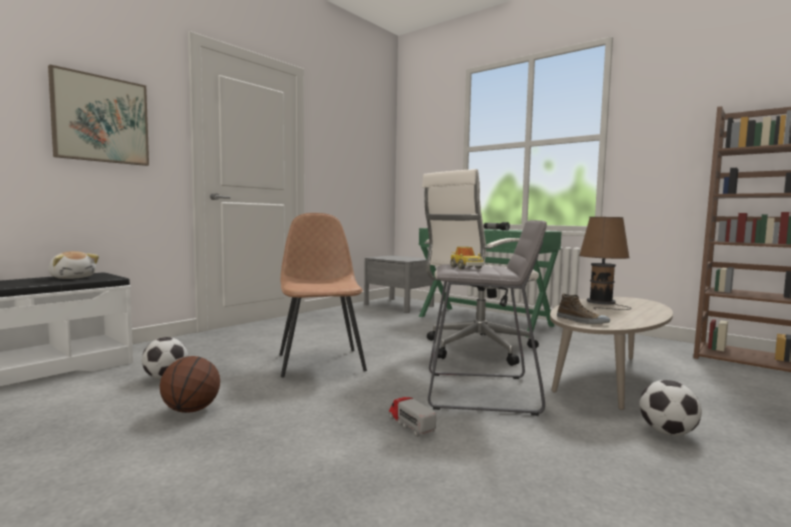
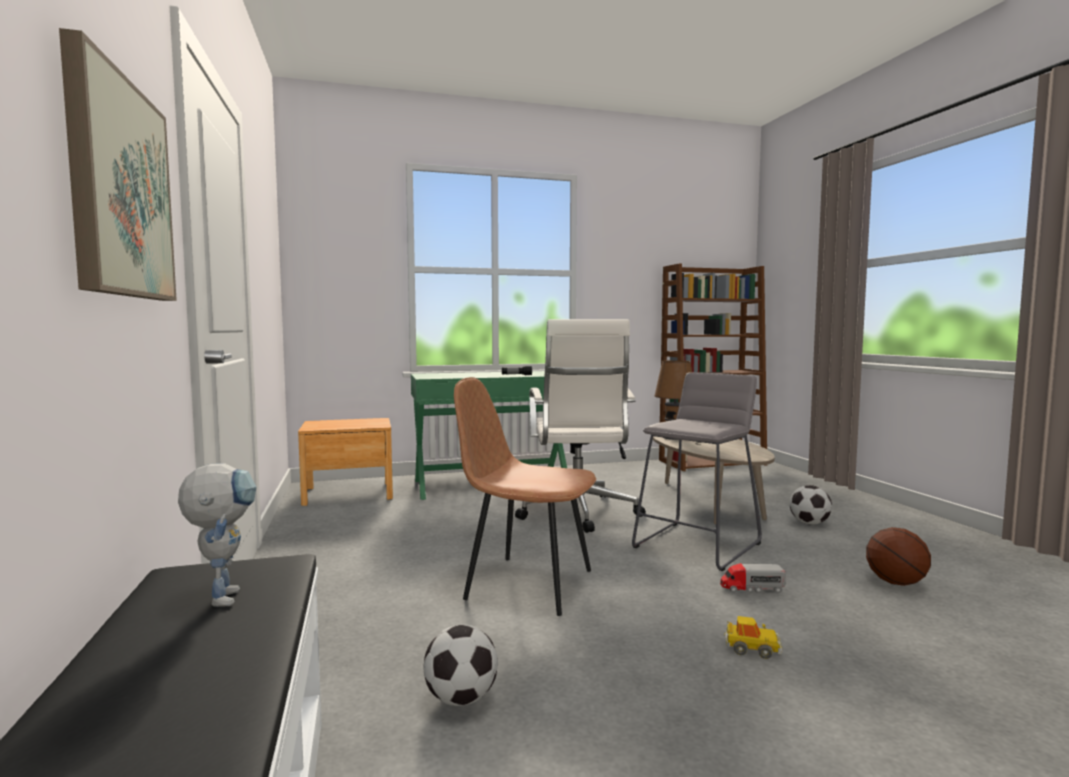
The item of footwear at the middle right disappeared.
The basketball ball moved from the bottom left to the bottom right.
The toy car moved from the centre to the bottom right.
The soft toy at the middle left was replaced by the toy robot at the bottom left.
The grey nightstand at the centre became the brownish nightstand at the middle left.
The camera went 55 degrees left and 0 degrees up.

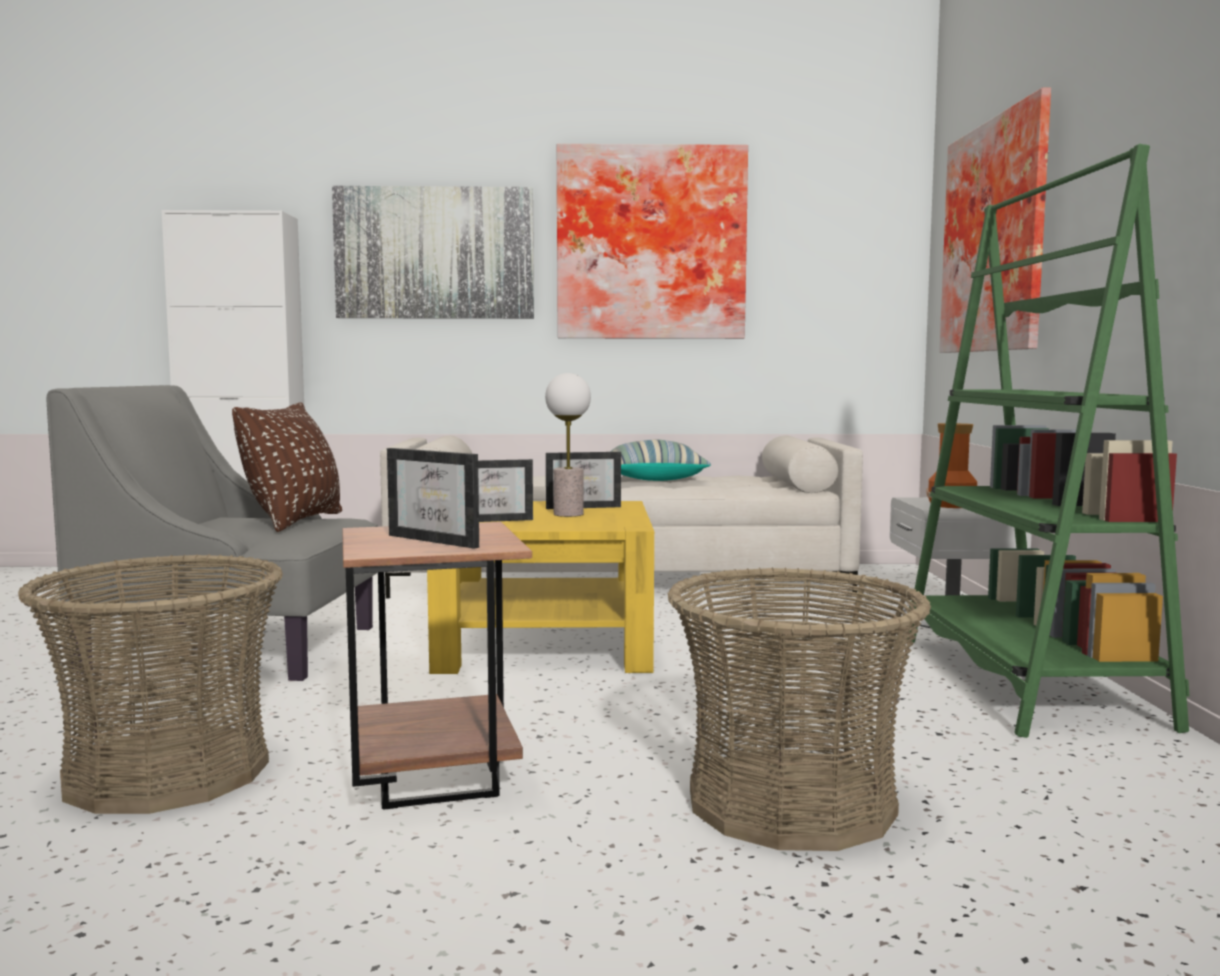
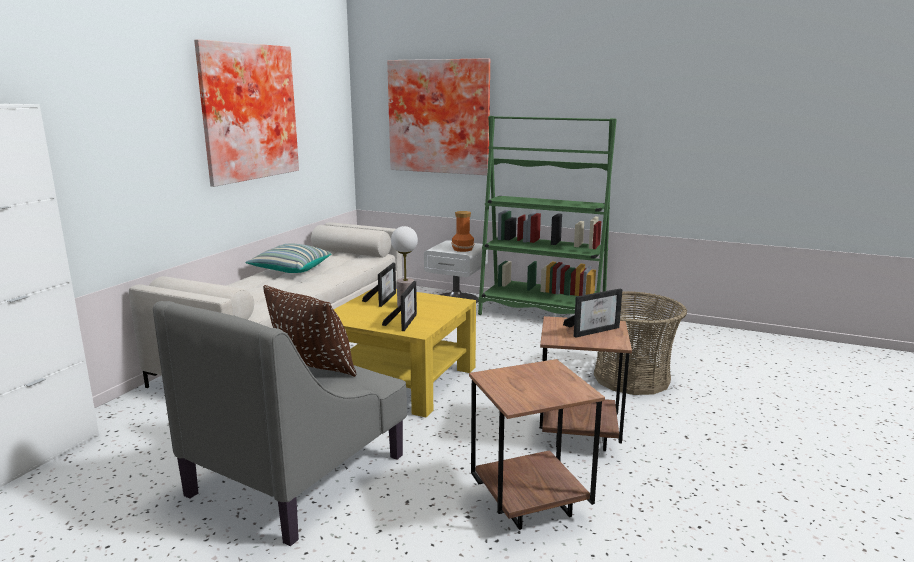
The wall picture (no. 1 from left) at the top centre disappeared.
The basket (no. 1 from left) at the bottom left was replaced by the brownish end table (no. 1 from left) at the bottom centre.
The camera went 65 degrees left and 10 degrees up.

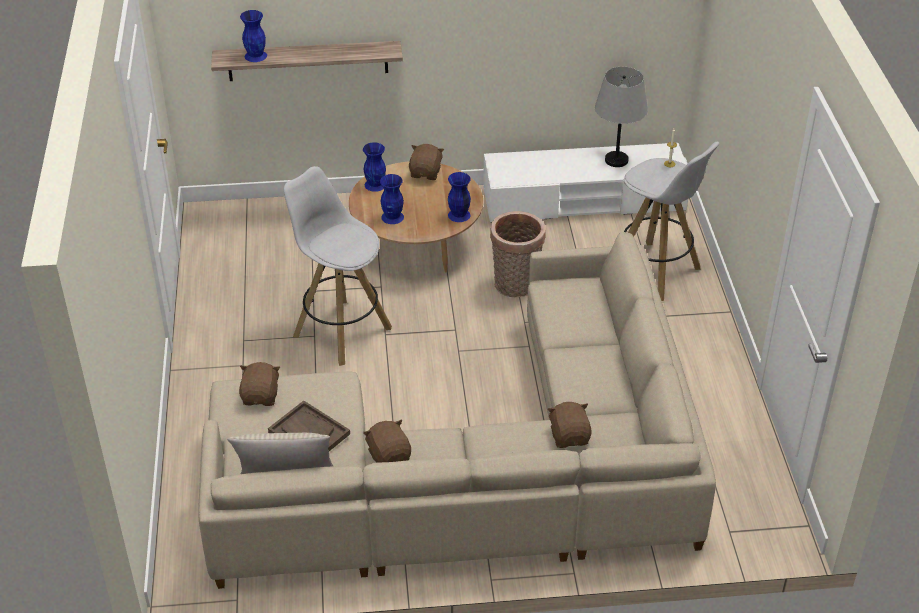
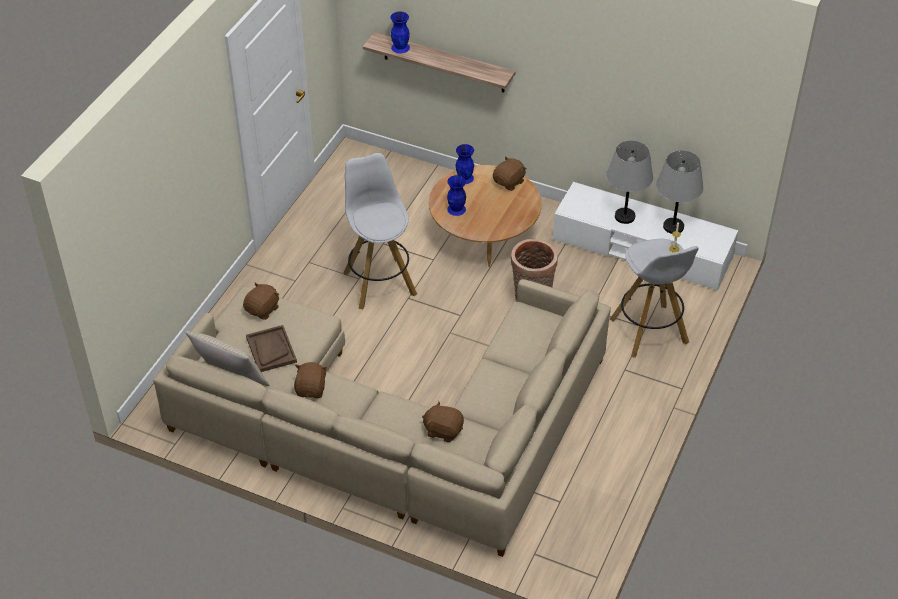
The blue-coloured decorative vase (no. 4 from left) at the top centre disappeared.
The grey tabletop lamp (no. 1 from left) at the top right appeared.
The brownish soft toy (no. 4 from left in the first image) at the bottom centre turned 90 degrees counterclockwise.
The camera went 30 degrees right and 5 degrees up.

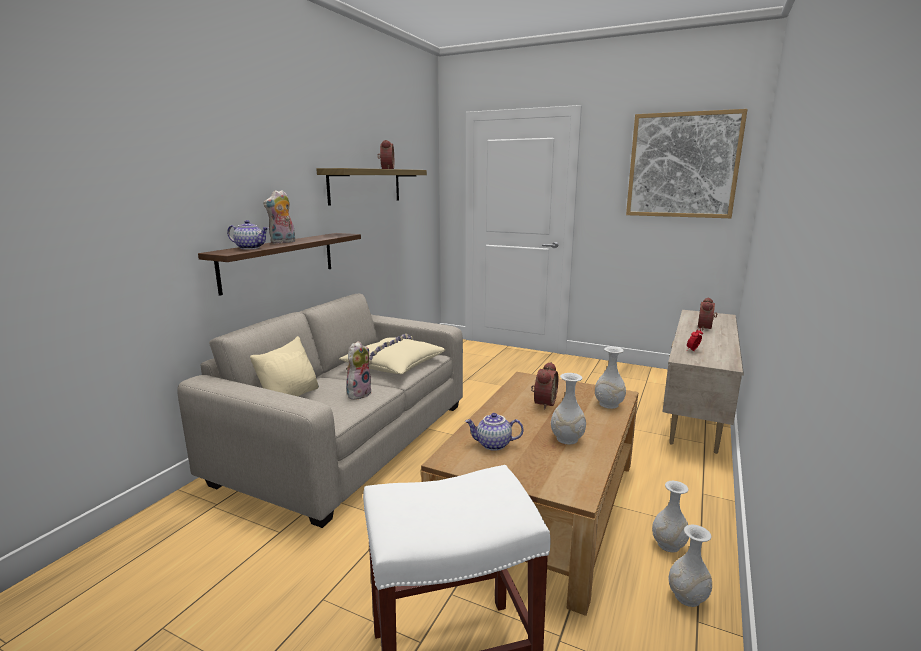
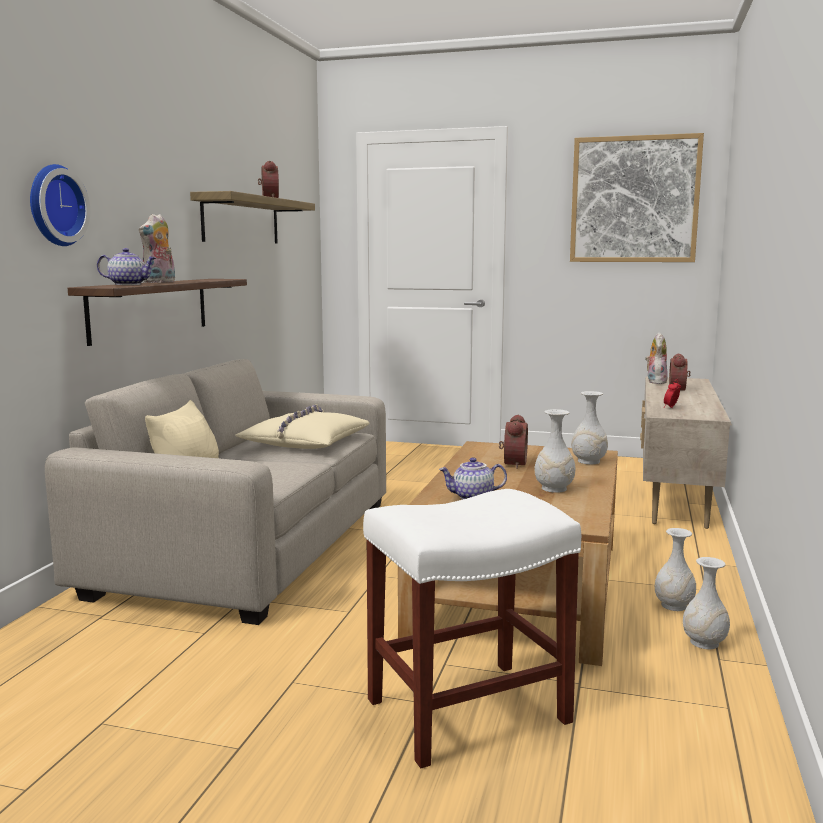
The clock on the wall at the top left appeared.
The soft toy (no. 2 from left) moved from the centre to the middle right.
The camera went 10 degrees left and 5 degrees down.

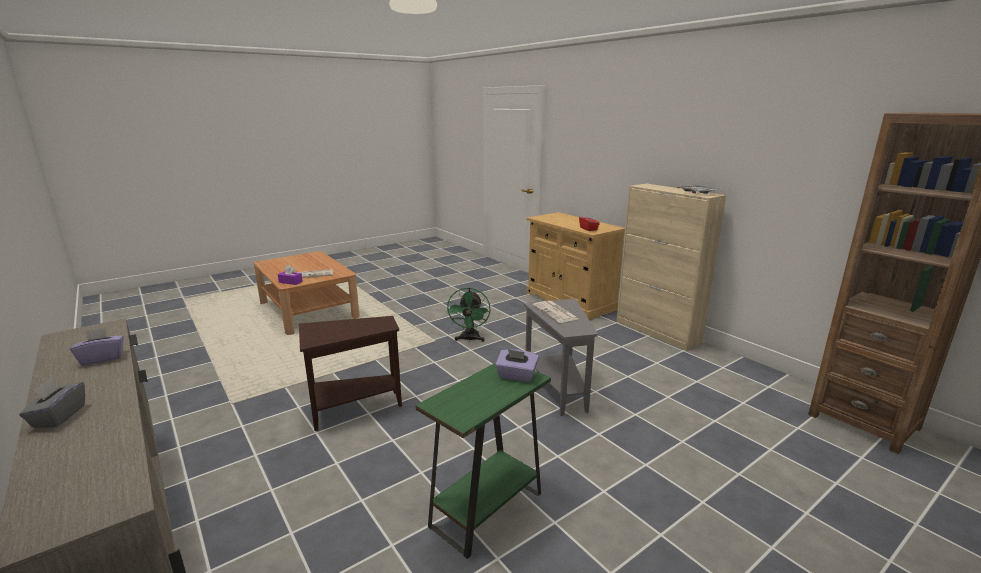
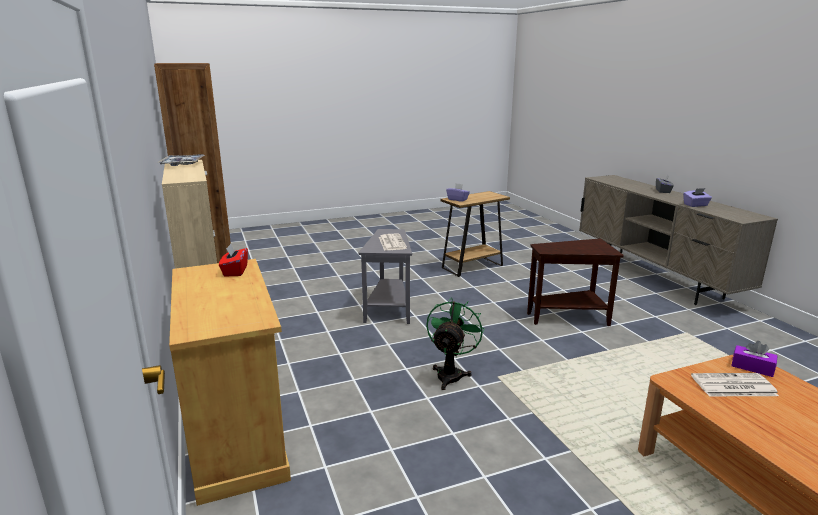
The green-coloured end table at the bottom centre became the brownish end table (no. 1 from left) at the centre.
The camera went 165 degrees left and 0 degrees up.

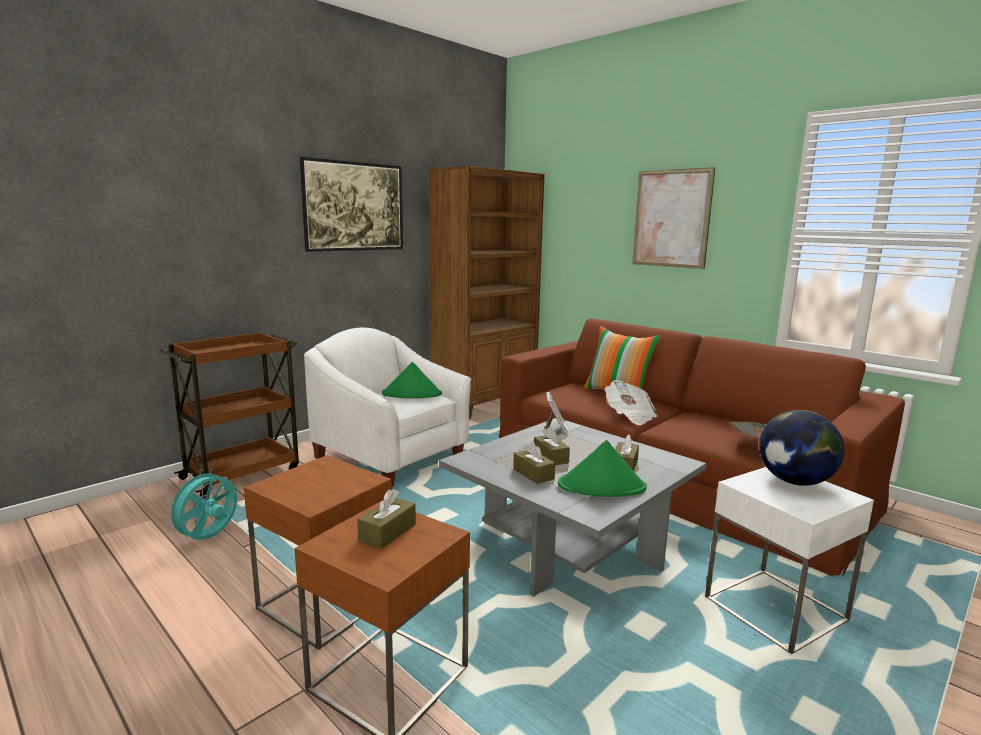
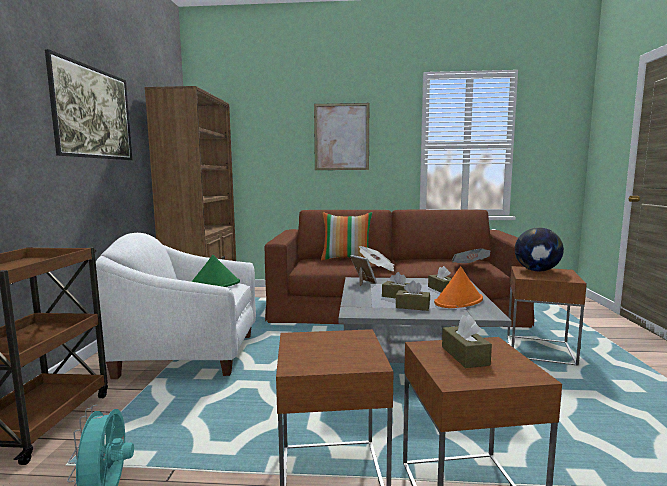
The green-coloured clothing hat (no. 2 from left) at the centre became the orange-coloured clothing hat at the middle right.
The whitish end table at the bottom right became the brownish end table (no. 3 from left) at the middle right.
The camera went 40 degrees left and 5 degrees down.

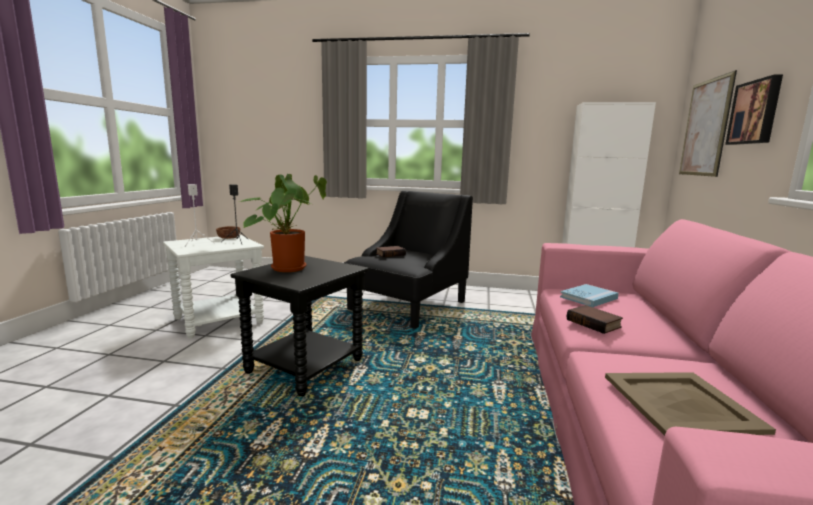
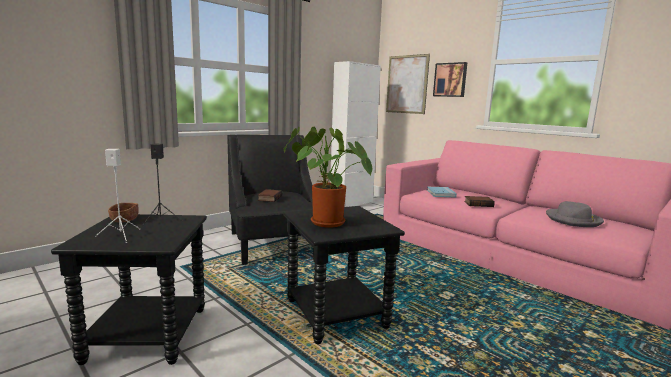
The sand-coloured carrying tray at the bottom right was replaced by the grey clothing hat at the middle right.
The whitish end table at the middle left became the black end table (no. 1 from left) at the bottom left.
The camera went 55 degrees left and 0 degrees up.

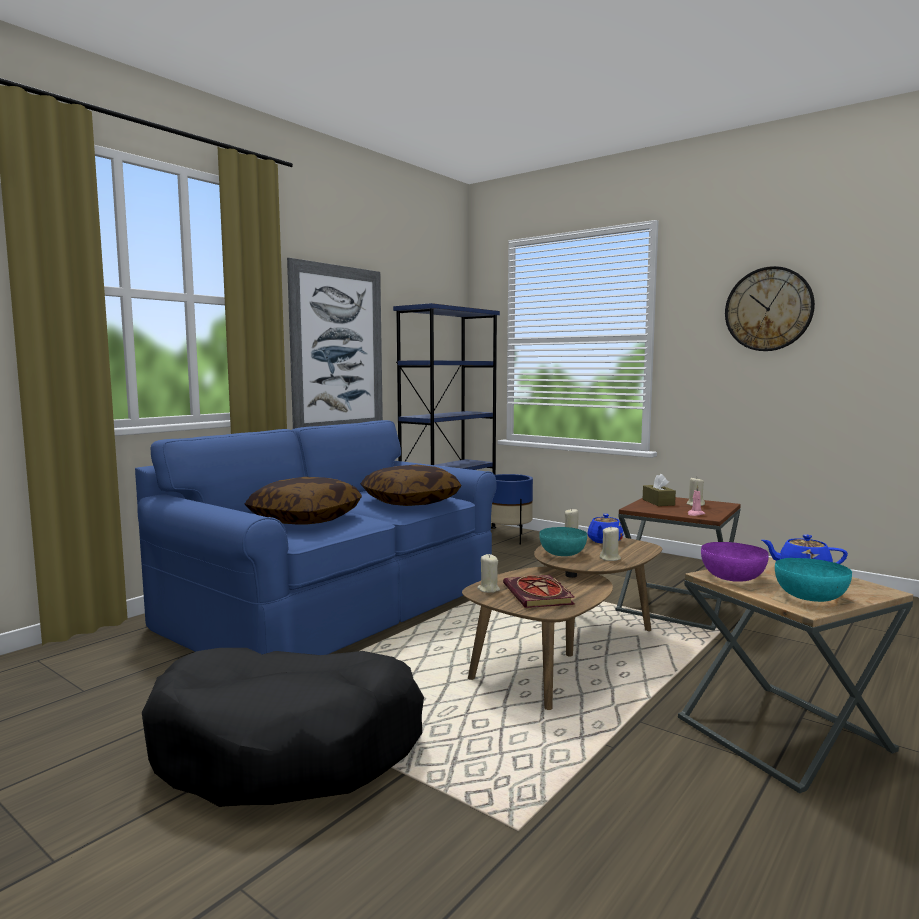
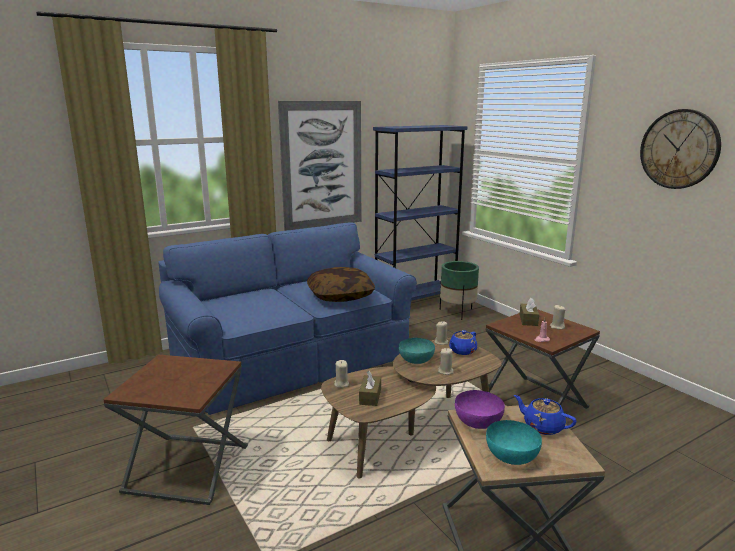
The cushion (no. 1 from left) at the middle left disappeared.
The black pet bed at the bottom left was replaced by the brownish end table (no. 1 from left) at the bottom left.
The bound book at the centre was replaced by the brownish tissue holder (no. 1 from left) at the bottom centre.
The blue-coloured plant pot at the centre became the green-coloured plant pot at the centre.
The camera went 20 degrees right and 10 degrees up.

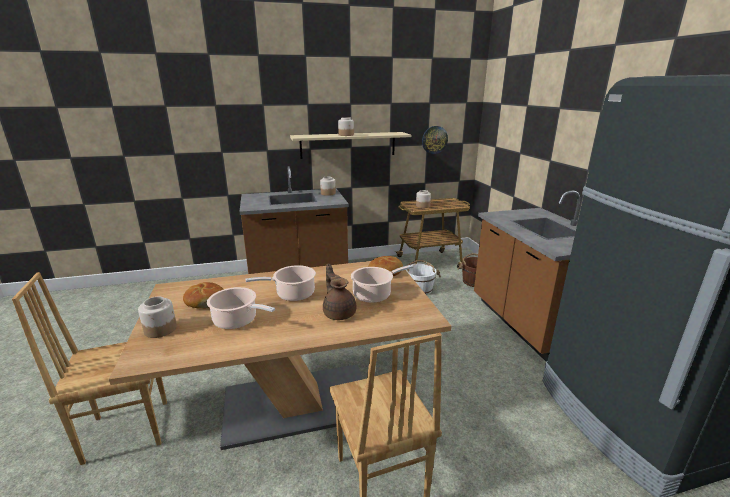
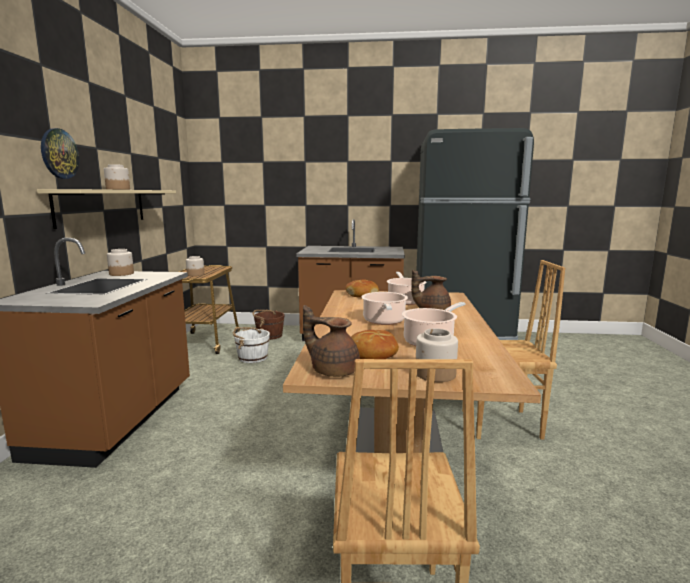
The brownish pot for tea (no. 1 from left) at the centre appeared.
The clock on the wall moved from the top centre to the top left.
The camera went 70 degrees left and 10 degrees down.

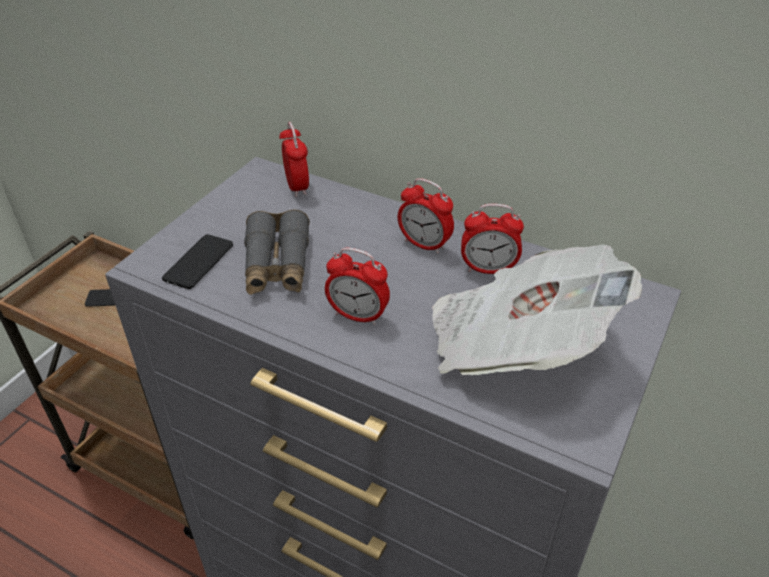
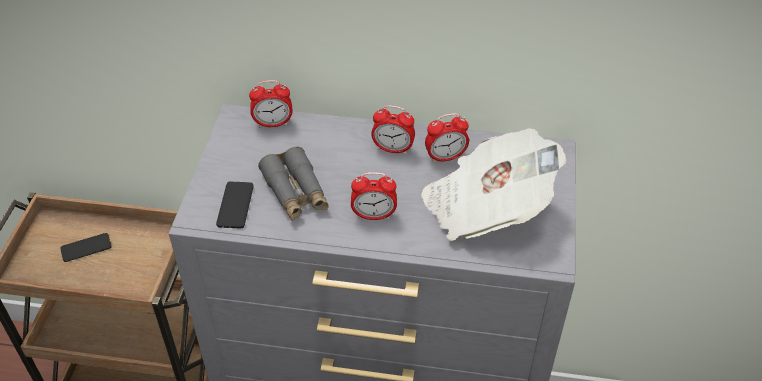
The table clock (no. 1 from left) at the top centre turned 120 degrees clockwise.
The camera went 20 degrees left and 5 degrees up.

